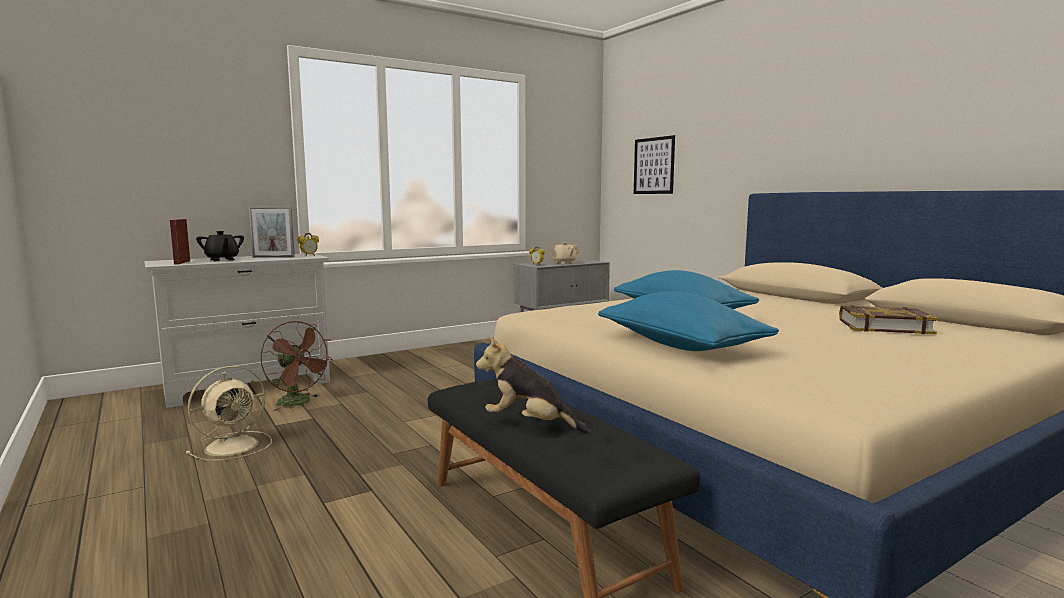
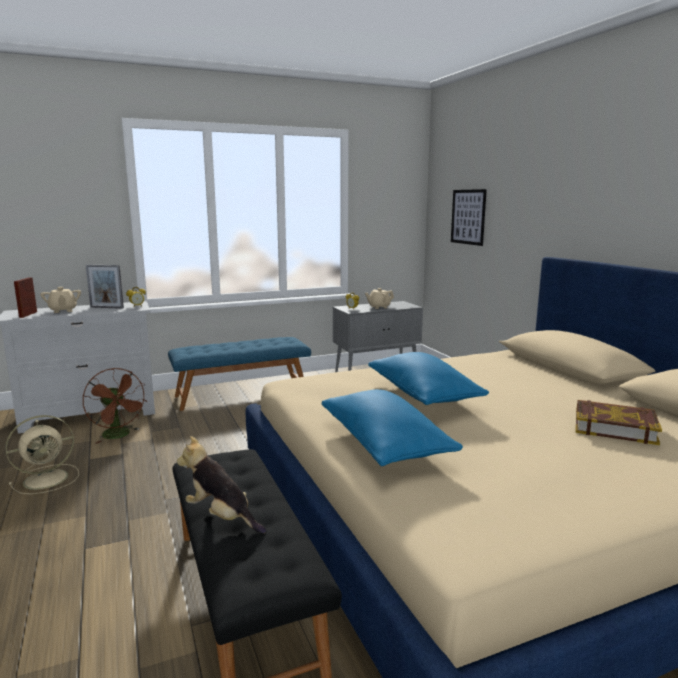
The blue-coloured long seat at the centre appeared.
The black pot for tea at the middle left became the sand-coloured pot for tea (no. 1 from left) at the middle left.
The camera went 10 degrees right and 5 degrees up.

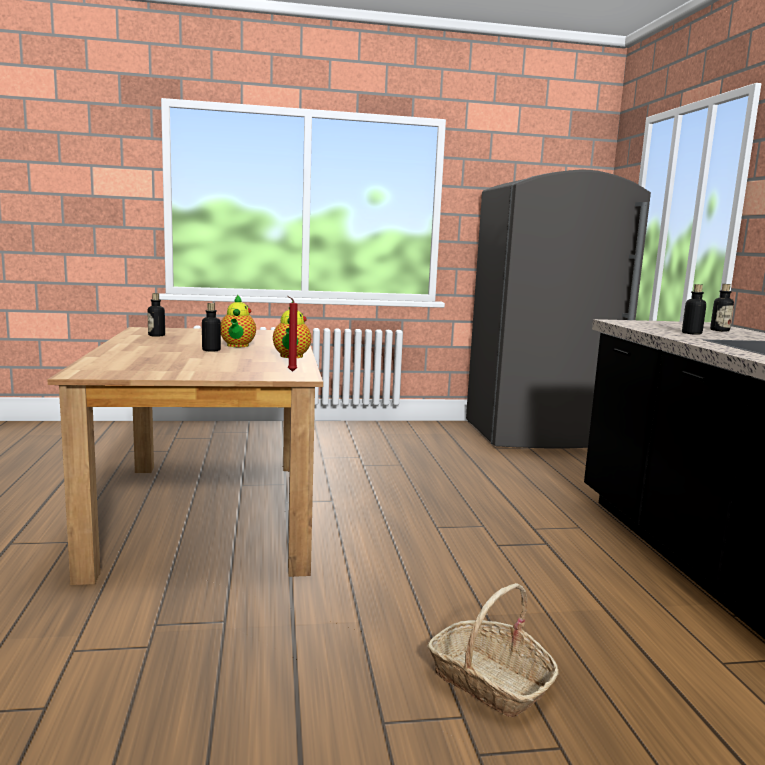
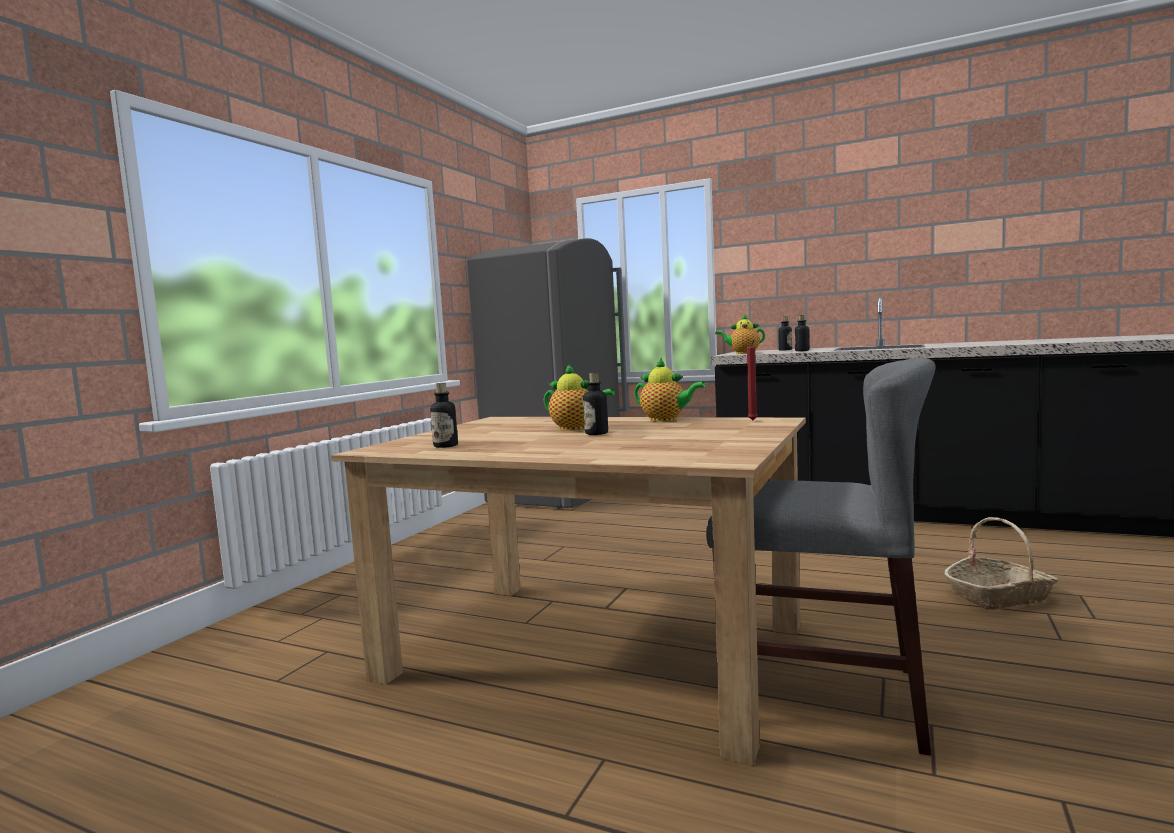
The grey chair at the bottom right appeared.
The pot for tea (no. 3 from left) at the centre appeared.
The camera went 55 degrees left and 5 degrees down.

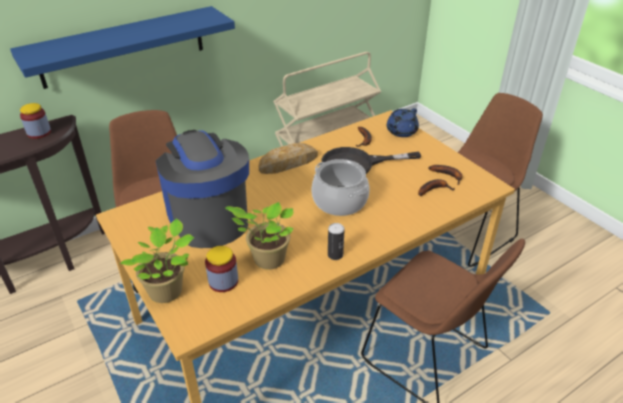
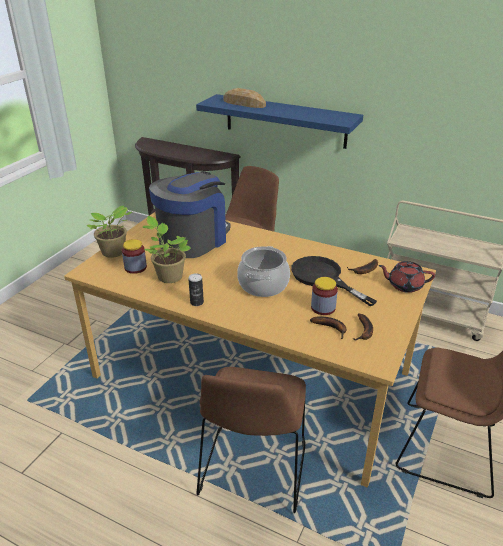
The preserve jar (no. 1 from left in the first image) moved from the top left to the centre.
The baked bread moved from the centre to the top centre.
The blue-coloured pot for tea at the top centre became the red pot for tea at the middle right.
The camera went 60 degrees right and 5 degrees down.

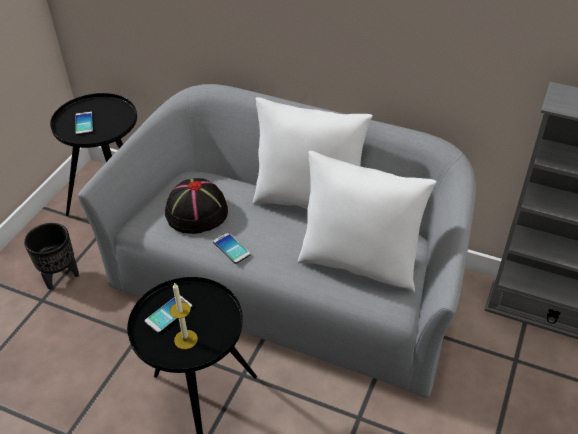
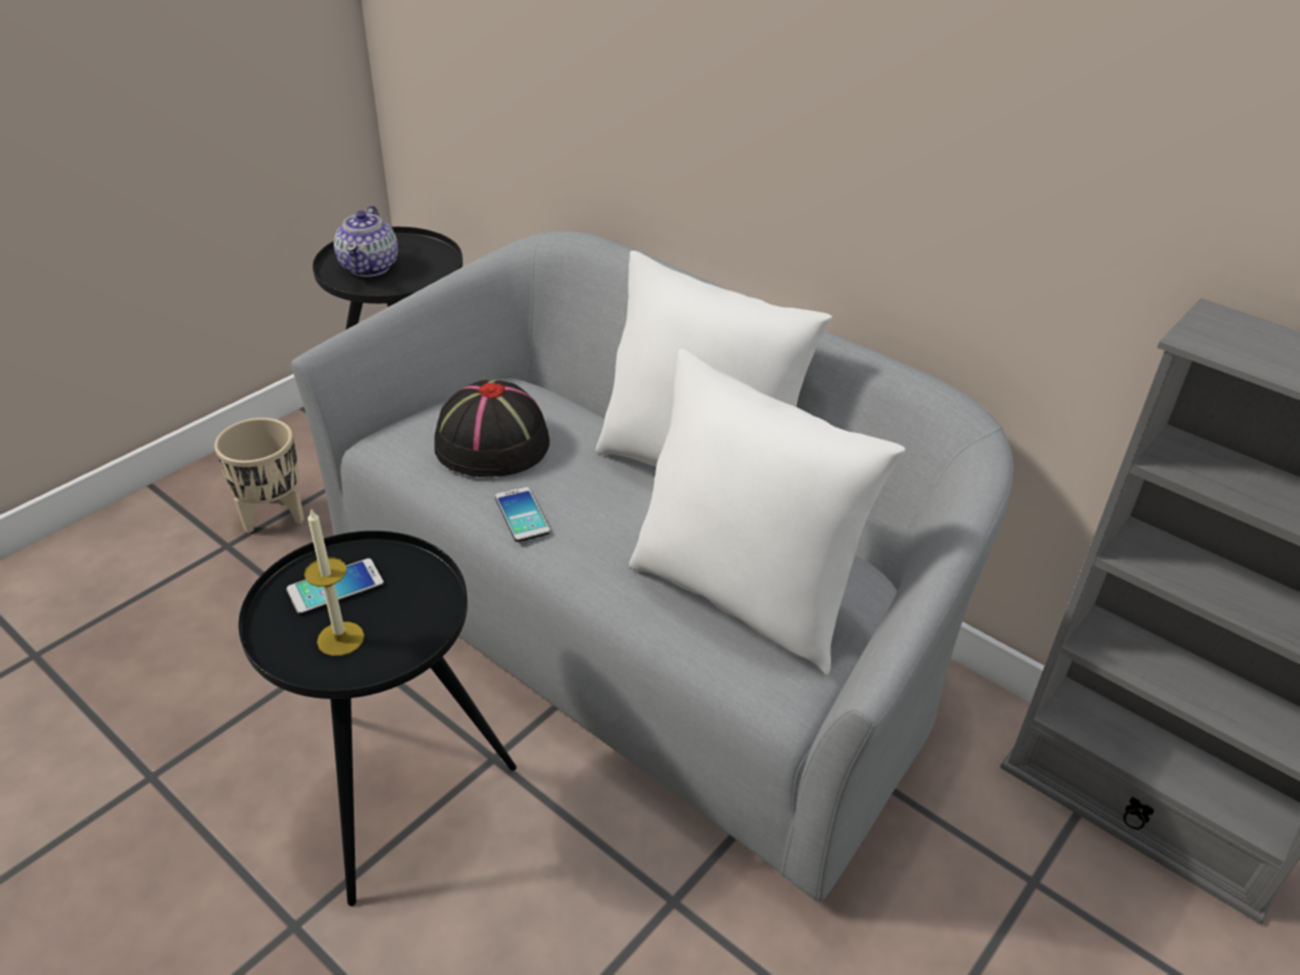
The telephone (no. 1 from left) at the top left was replaced by the pot for tea at the top left.
The black plant pot at the middle left became the sand-coloured plant pot at the middle left.
The camera went 15 degrees right and 5 degrees down.

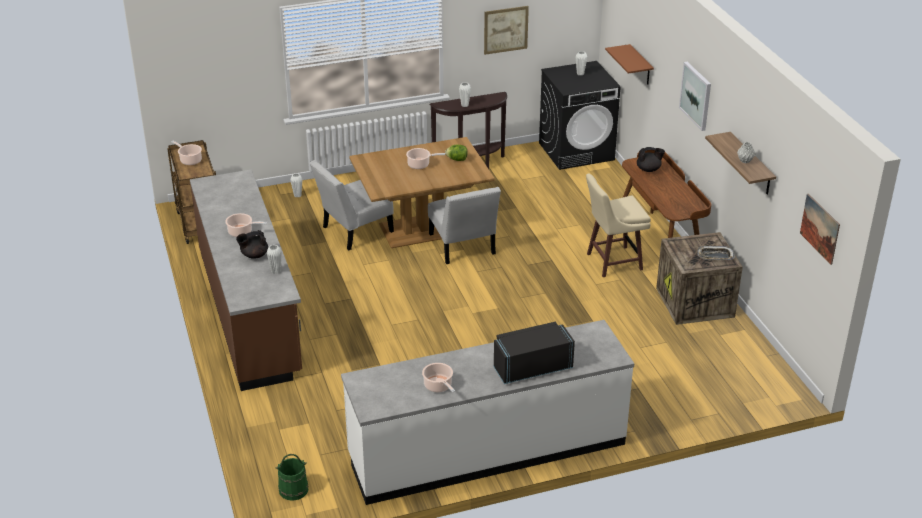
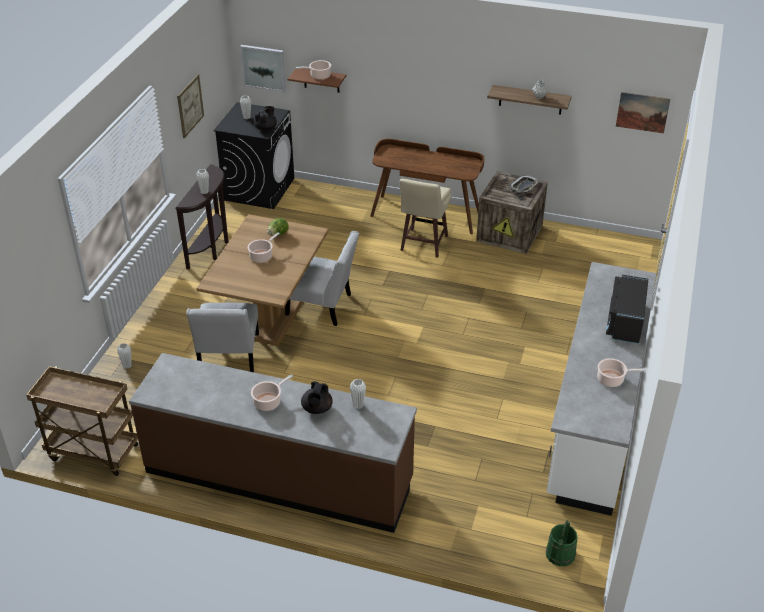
The cooking pot (no. 1 from left in the first image) moved from the top left to the top centre.
The black pot for tea (no. 2 from left in the first image) moved from the top right to the top centre.
The wall picture (no. 2 from left) moved from the top right to the top centre.
The camera went 55 degrees left and 5 degrees up.

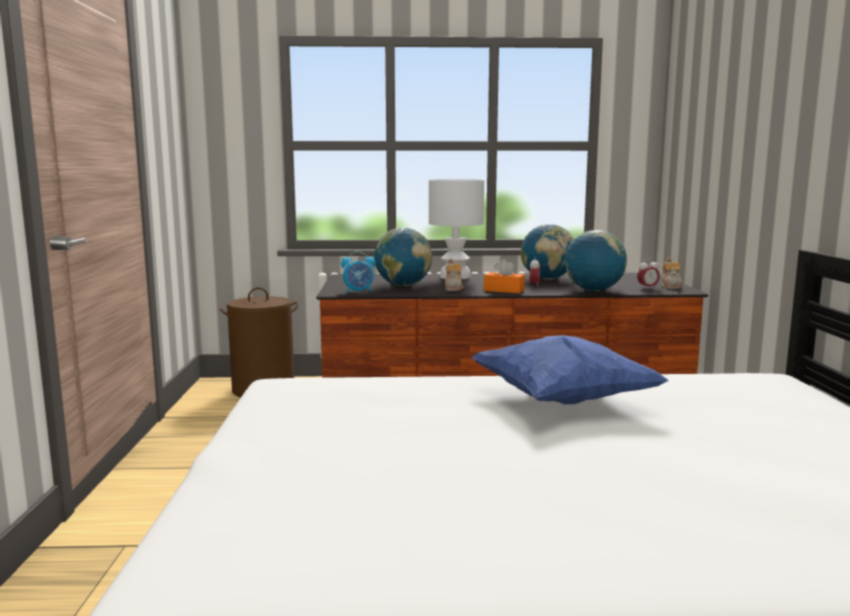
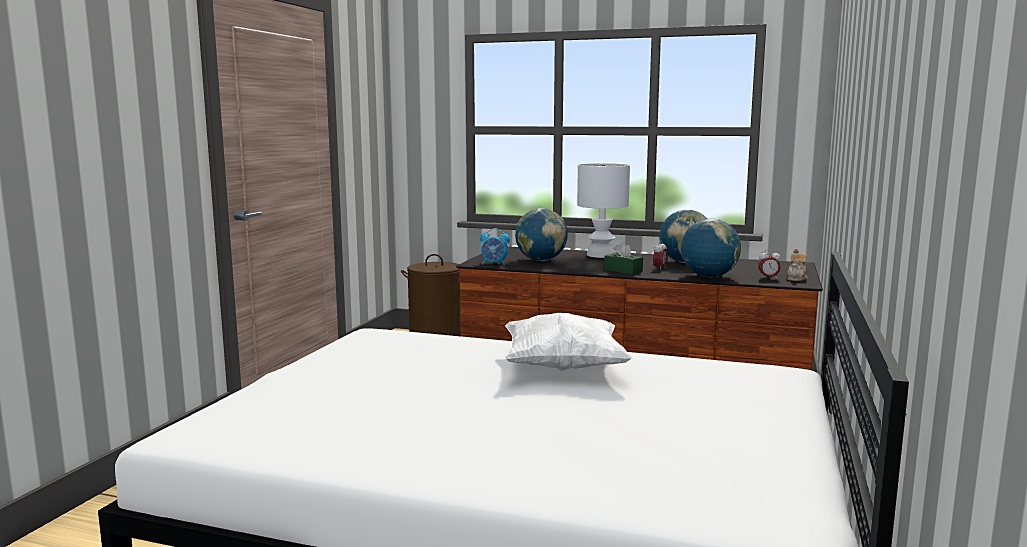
The pot for tea (no. 1 from left) at the centre disappeared.
The blue-coloured cushion at the middle right became the whitish cushion at the centre.
The orange-coloured tissue holder at the centre became the green-coloured tissue holder at the centre.
The camera went 20 degrees right and 0 degrees up.

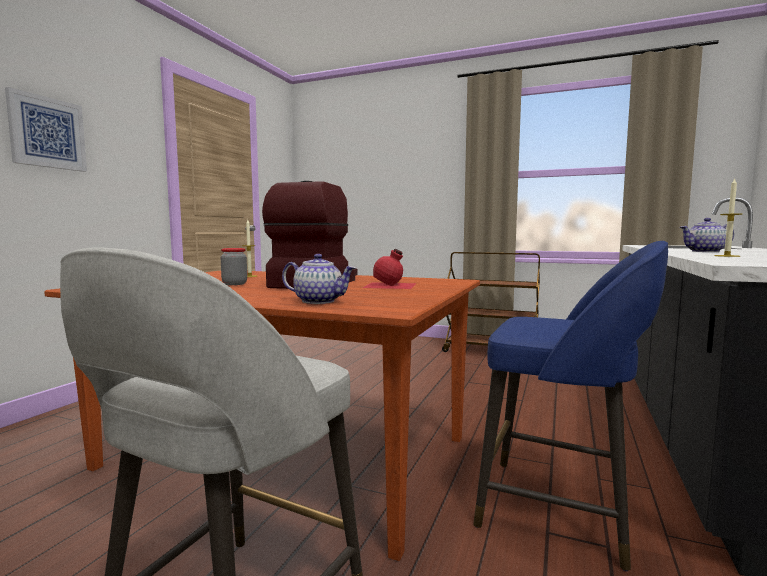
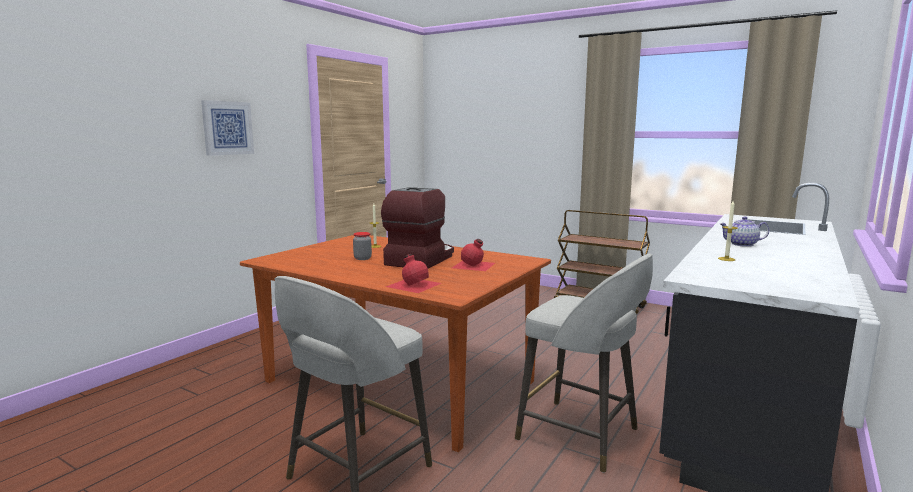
The pot for tea (no. 1 from left) at the centre was replaced by the red bottle (no. 1 from left) at the centre.
The blue-coloured stool at the bottom right became the grey stool (no. 2 from left) at the bottom centre.
The camera went 10 degrees right and 5 degrees up.

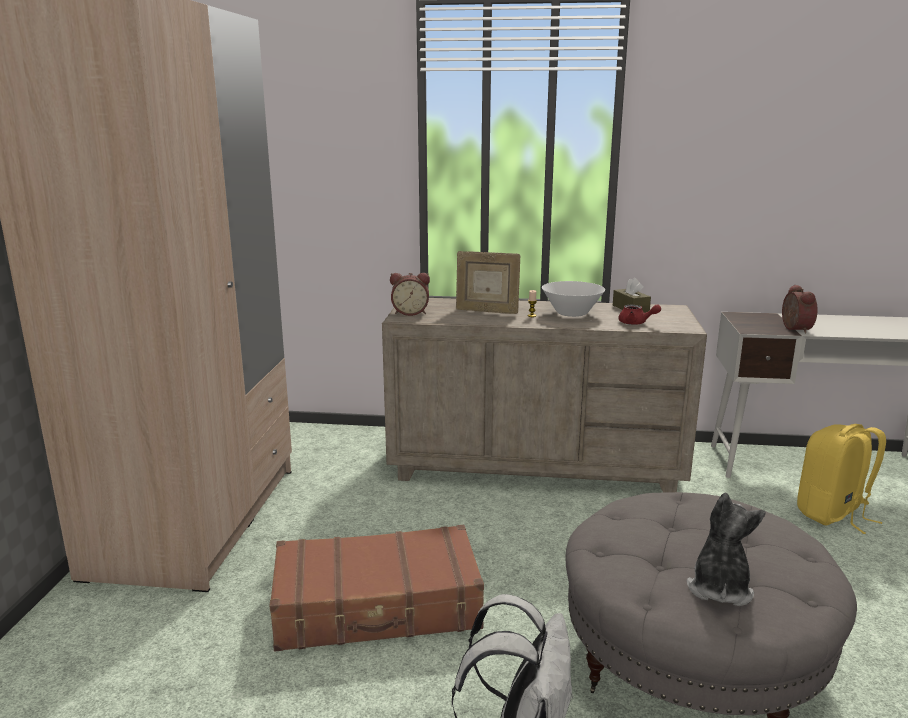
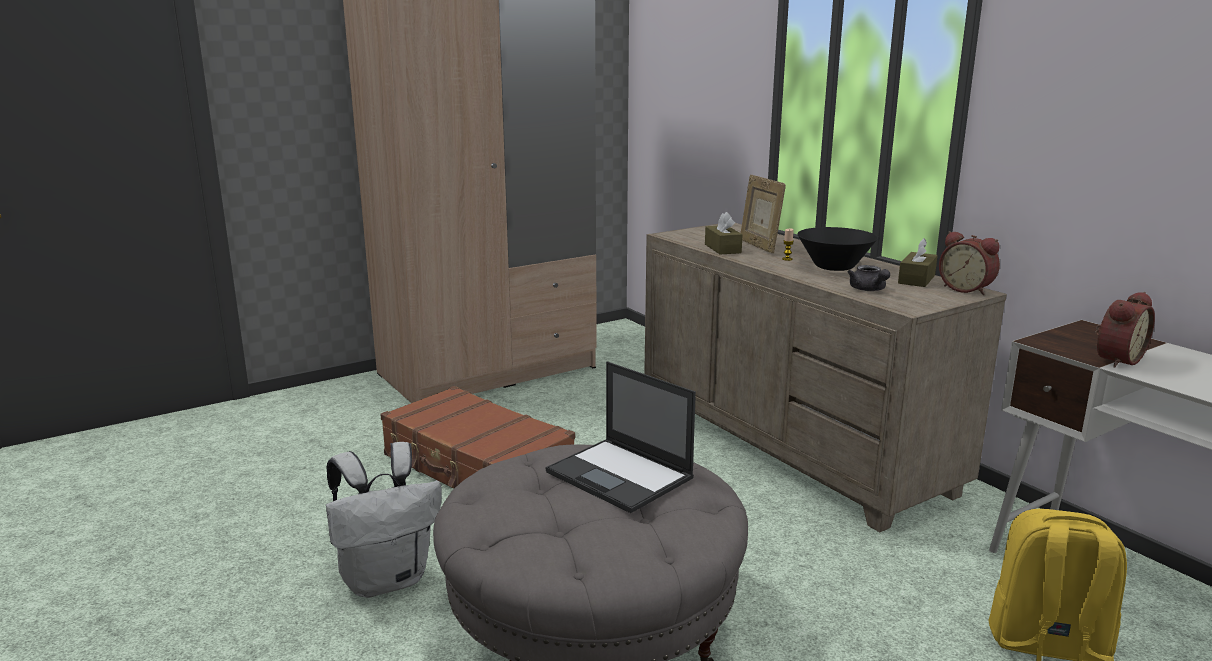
The soft toy at the bottom right disappeared.
The portable computer at the centre appeared.
The brownish tissue holder (no. 1 from left) at the centre appeared.
The table clock (no. 1 from left) moved from the centre to the middle right.
The whitish bowl at the centre became the black bowl at the middle right.
The red pot for tea at the middle right became the grey pot for tea at the middle right.
The camera went 50 degrees right and 0 degrees up.

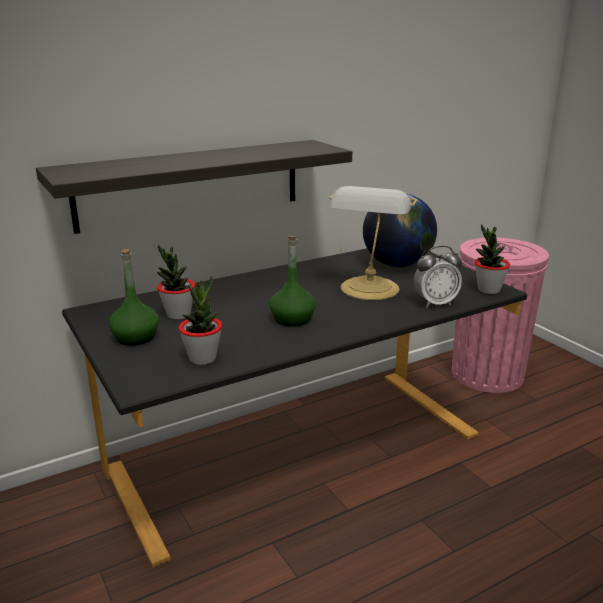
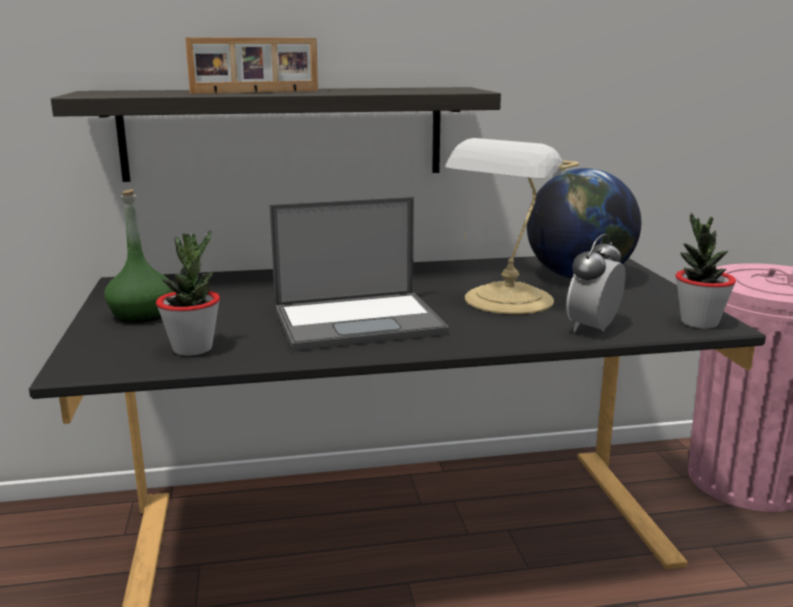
The potted plant (no. 1 from left) at the middle left disappeared.
The photo frame at the top left appeared.
The green-coloured bottle (no. 2 from left) at the centre was replaced by the portable computer at the centre.
The table clock at the middle right turned 120 degrees clockwise.
The camera went 20 degrees right and 5 degrees down.

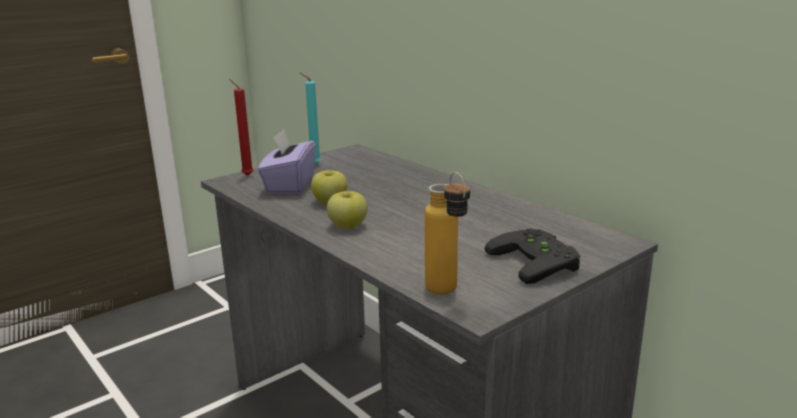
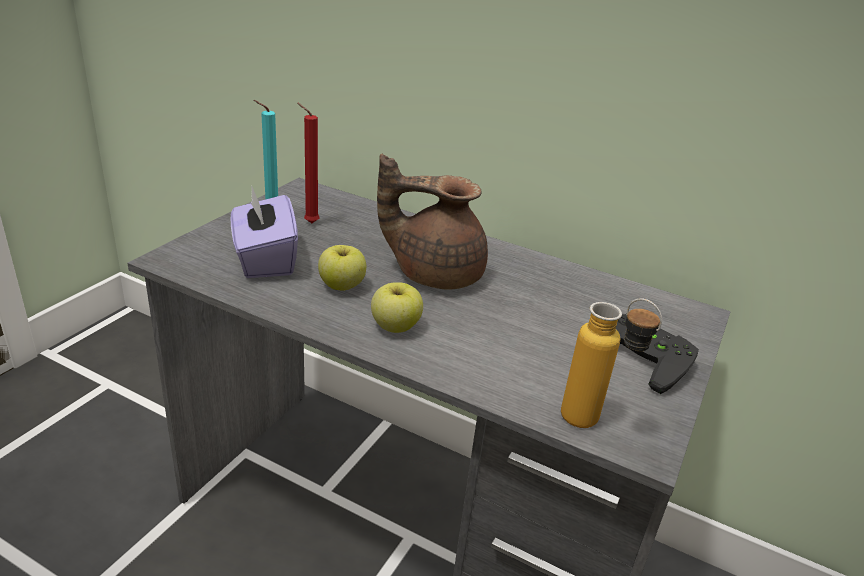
The brownish pot for tea at the centre appeared.
The red wax light moved from the top left to the top centre.
The camera went 25 degrees left and 10 degrees up.

